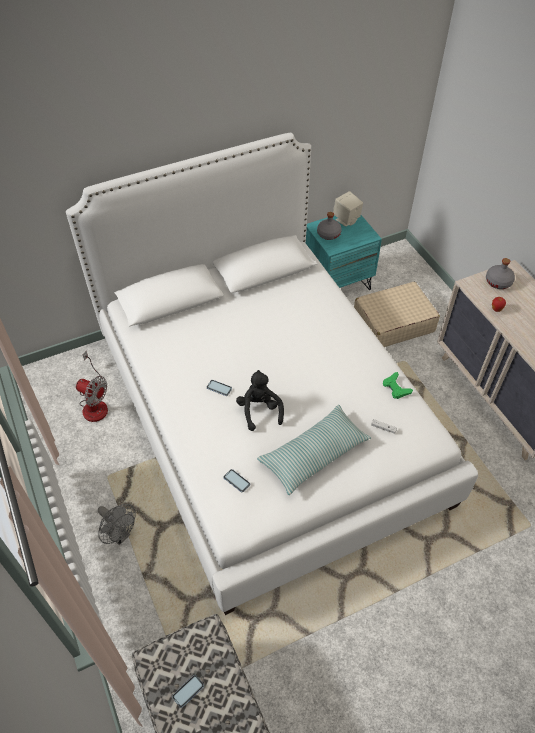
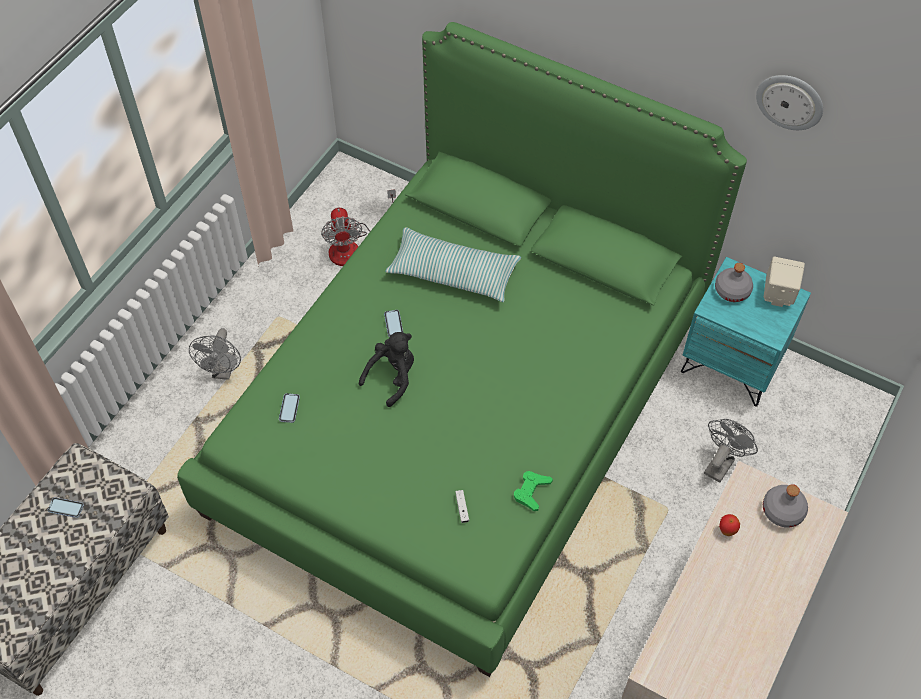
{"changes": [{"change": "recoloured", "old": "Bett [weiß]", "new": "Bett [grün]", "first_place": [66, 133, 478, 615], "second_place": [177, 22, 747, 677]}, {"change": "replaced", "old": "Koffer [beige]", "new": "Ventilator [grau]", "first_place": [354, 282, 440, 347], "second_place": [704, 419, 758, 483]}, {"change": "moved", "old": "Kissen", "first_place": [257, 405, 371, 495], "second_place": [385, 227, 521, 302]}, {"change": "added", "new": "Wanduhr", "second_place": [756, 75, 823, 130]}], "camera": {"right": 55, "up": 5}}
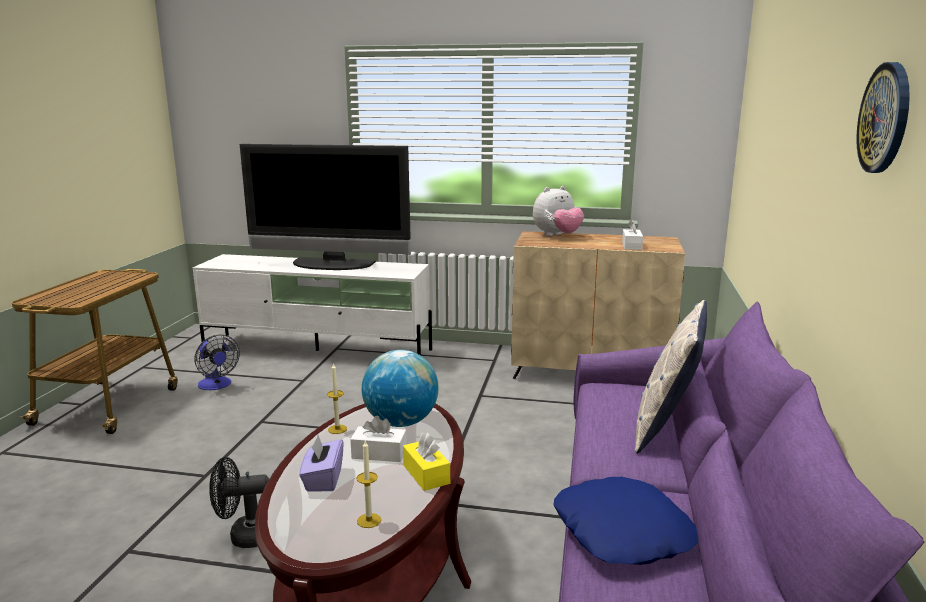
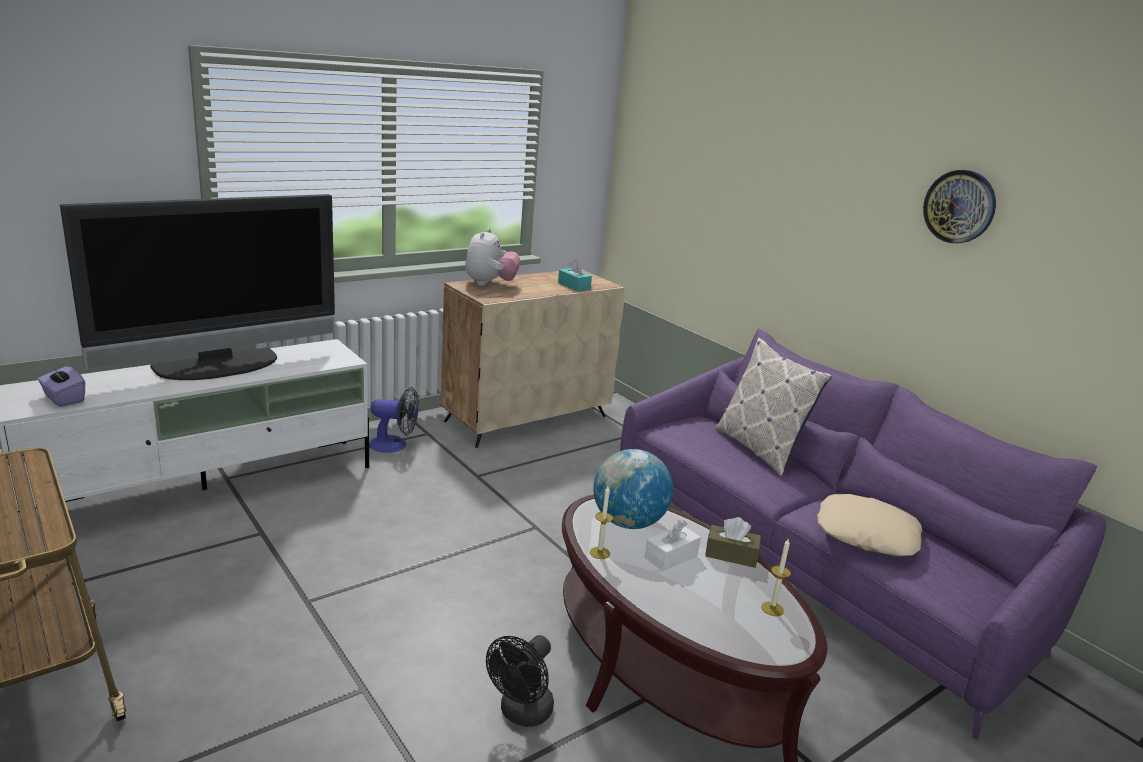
{"changes": [{"change": "recoloured", "old": "Taschentuchbox [weiß]", "new": "Taschentuchbox [türkis]", "first_place": [622, 219, 643, 250], "second_place": [558, 260, 592, 291]}, {"change": "moved", "old": "Ventilator", "first_place": [195, 334, 240, 390], "second_place": [369, 387, 419, 453]}, {"change": "recoloured", "old": "Taschentuchbox [gelb]", "new": "Taschentuchbox [braun]", "first_place": [403, 432, 450, 491], "second_place": [705, 517, 761, 568]}, {"change": "moved", "old": "Taschentuchbox [lila]", "first_place": [299, 435, 344, 491], "second_place": [38, 366, 85, 407]}, {"change": "recoloured", "old": "Kissen [blau]", "new": "Kissen [beige]", "first_place": [553, 477, 698, 565], "second_place": [817, 494, 922, 556]}], "camera": {"right": -50, "up": 5}}
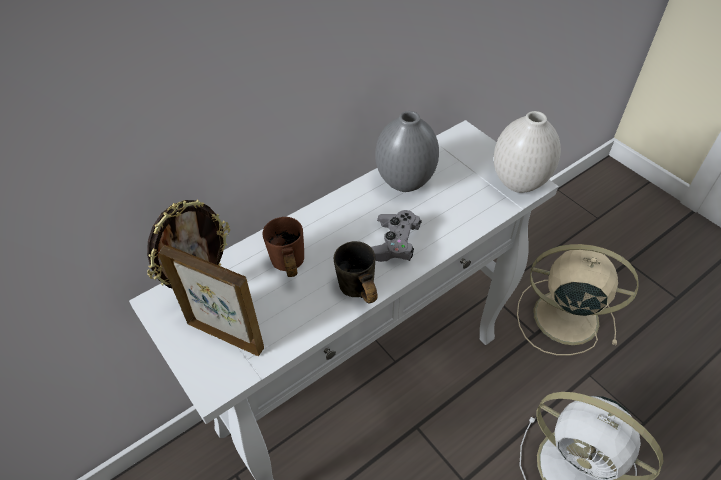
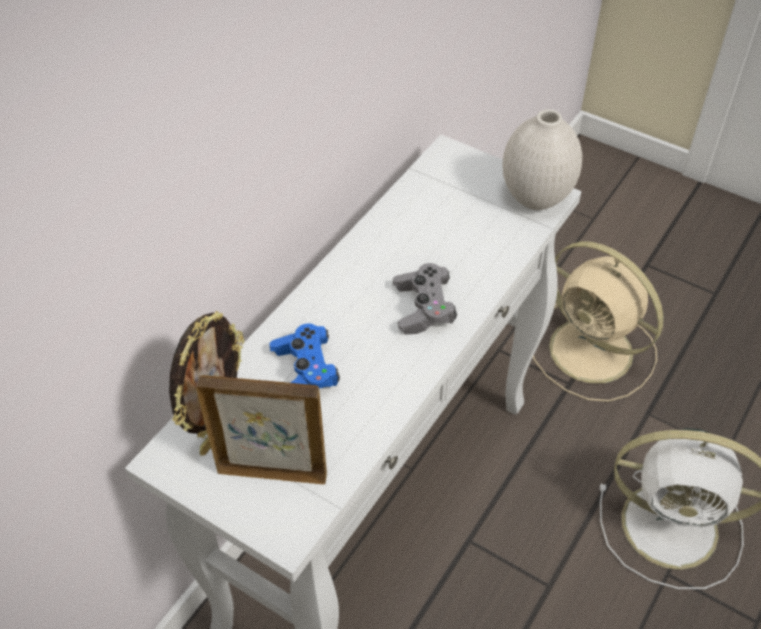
{"changes": [{"change": "removed", "old": "Vase [grau]", "first_place": [375, 111, 439, 192]}, {"change": "replaced", "old": "Henkelbecher [braun]", "new": "Gamepad [blau]", "first_place": [263, 217, 304, 277], "second_place": [270, 323, 340, 388]}, {"change": "removed", "old": "Henkelbecher [grau]", "first_place": [334, 241, 378, 303]}, {"change": "turned", "old": "Ventilator [beige]", "first_place": [517, 244, 639, 356], "second_place": [533, 242, 664, 402], "degrees": -135}], "camera": {"right": -20, "up": 0}}
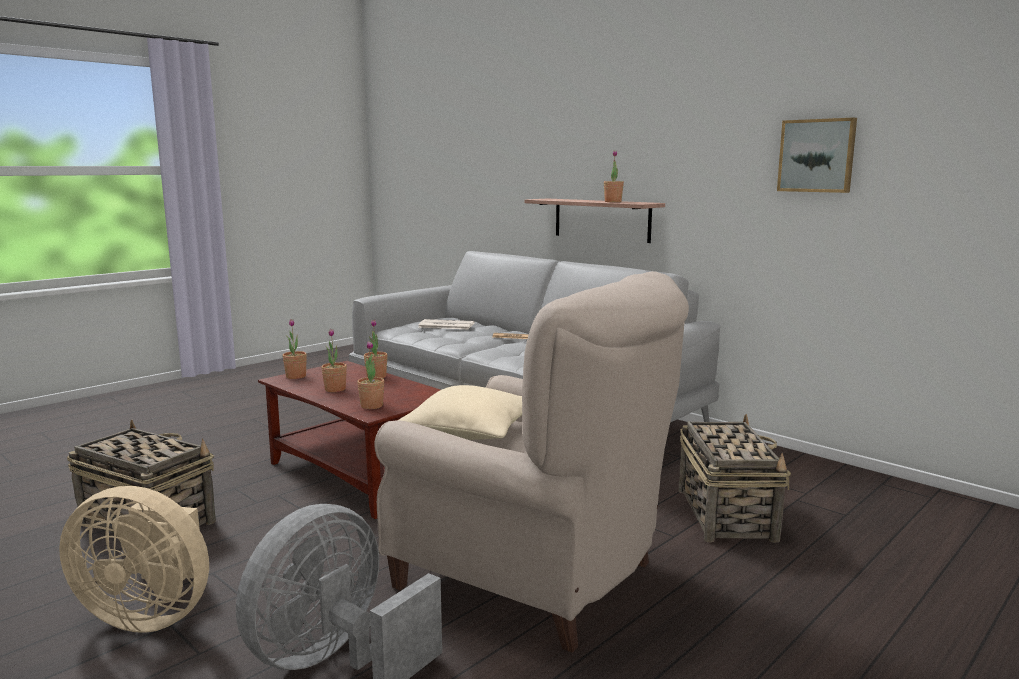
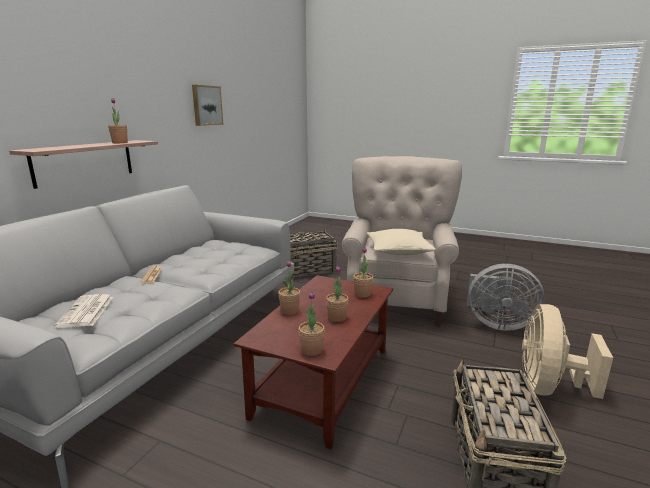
{"changes": [{"change": "turned", "old": "Ventilator [beige]", "first_place": [59, 486, 209, 633], "second_place": [522, 304, 613, 399], "degrees": -150}], "camera": {"right": -110, "up": 5}}
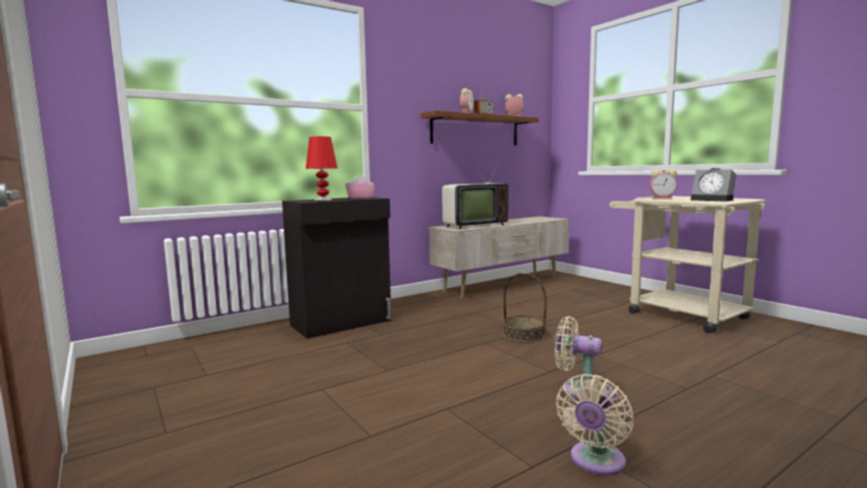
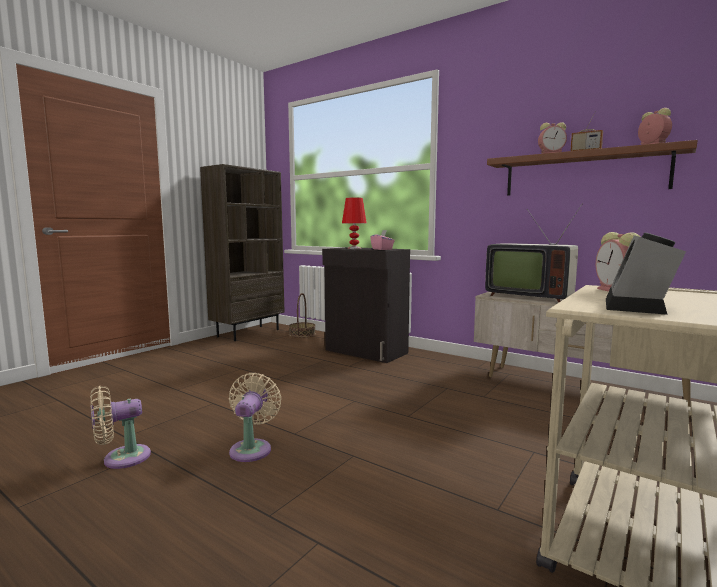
{"changes": [{"change": "moved", "old": "Korb", "first_place": [503, 273, 547, 343], "second_place": [289, 293, 316, 338]}, {"change": "turned", "old": "Ventilator [beige]", "first_place": [556, 374, 634, 476], "second_place": [90, 386, 151, 469], "degrees": -45}, {"change": "added", "new": "Bücherregal [braun]", "second_place": [200, 164, 285, 341]}], "camera": {"right": 70, "up": 0}}
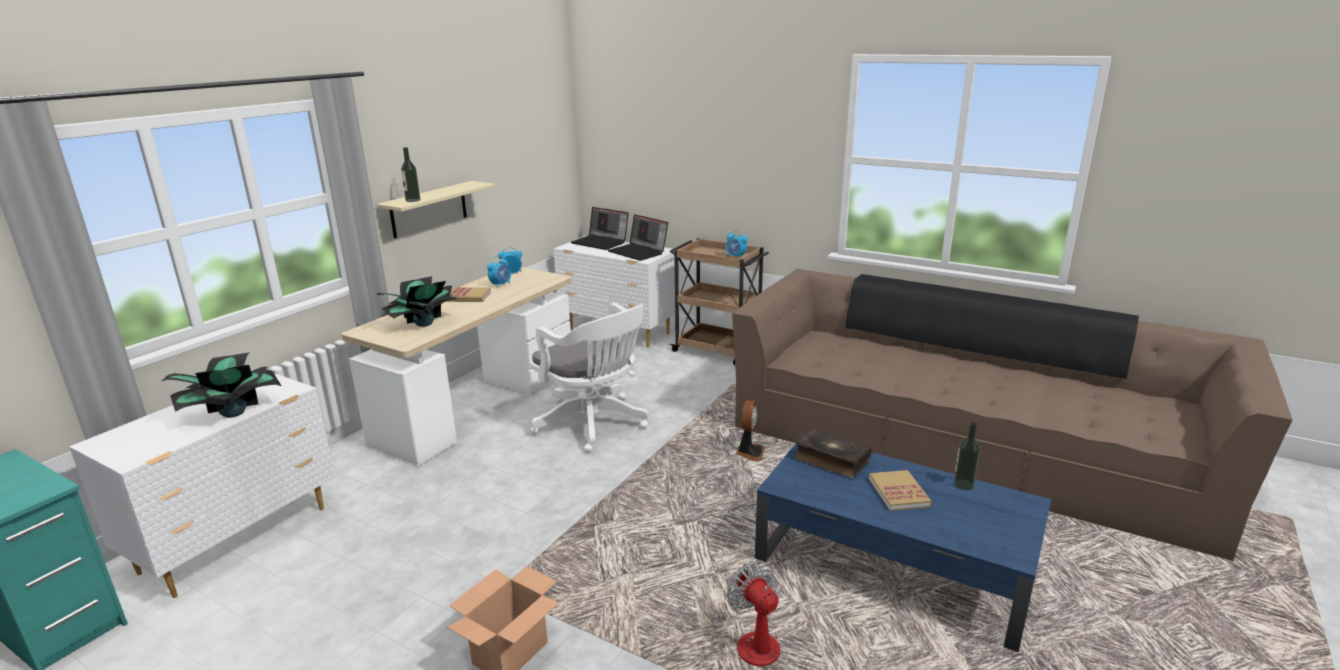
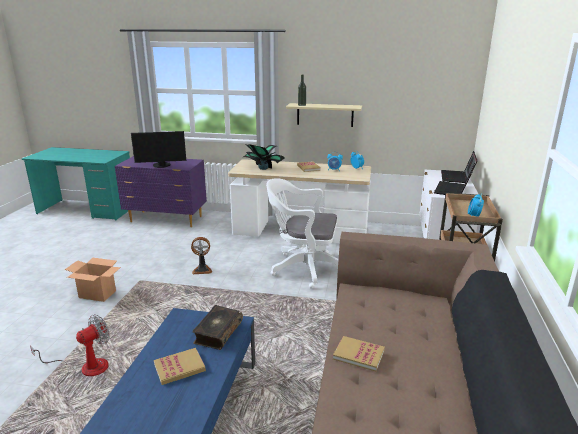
{"changes": [{"change": "turned", "old": "Bürostuhl [weiß]", "first_place": [530, 303, 648, 452], "second_place": [266, 178, 339, 289], "degrees": 75}, {"change": "replaced", "old": "Topfpflanze", "new": "Monitor", "first_place": [162, 352, 281, 418], "second_place": [131, 131, 186, 168]}, {"change": "recoloured", "old": "Kommode [weiß]", "new": "Kommode [lila]", "first_place": [69, 373, 336, 598], "second_place": [115, 156, 207, 227]}, {"change": "moved", "old": "Ventilator", "first_place": [736, 400, 765, 461], "second_place": [191, 237, 212, 274]}, {"change": "removed", "old": "Flasche", "first_place": [954, 422, 980, 490]}, {"change": "added", "new": "Buch", "second_place": [333, 336, 385, 372]}], "camera": {"right": 70, "up": 0}}
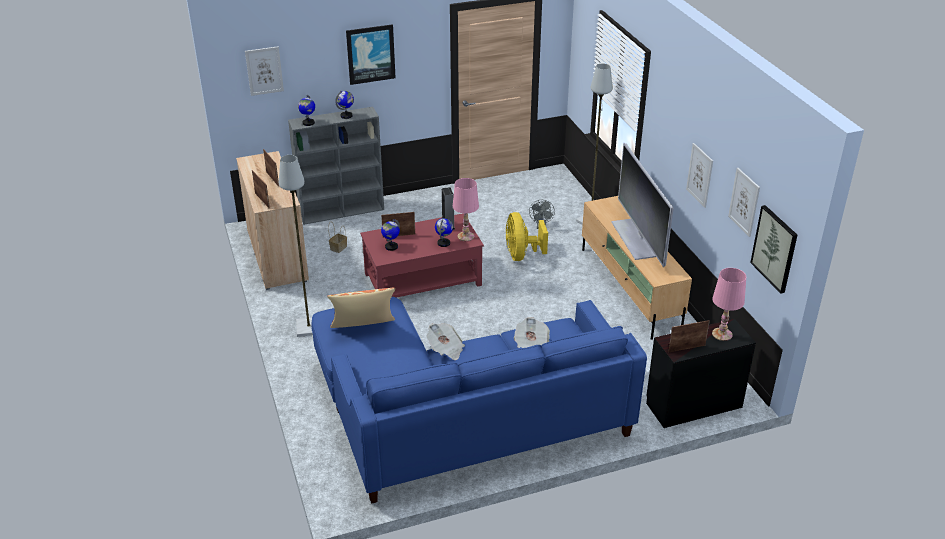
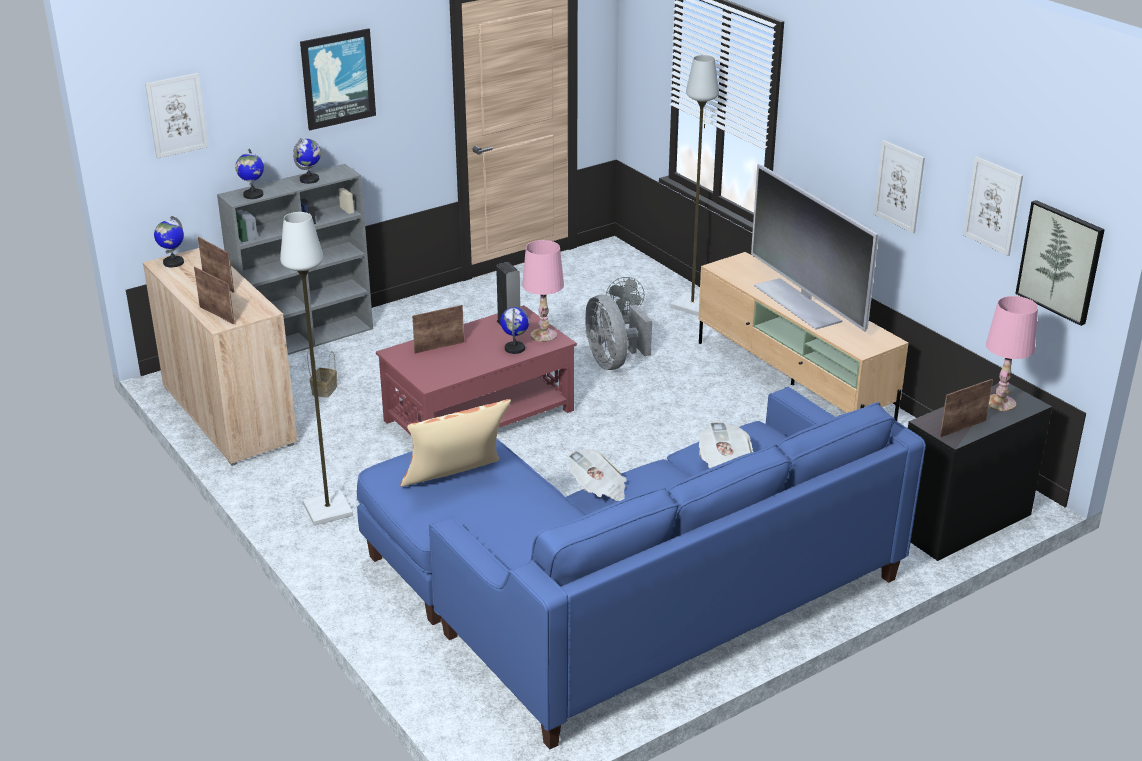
{"changes": [{"change": "recoloured", "old": "Ventilator [gelb]", "new": "Ventilator [grau]", "first_place": [506, 212, 548, 261], "second_place": [585, 295, 652, 370]}, {"change": "moved", "old": "Globus", "first_place": [381, 219, 400, 251], "second_place": [154, 216, 184, 267]}], "camera": {"right": -15, "up": -5}}
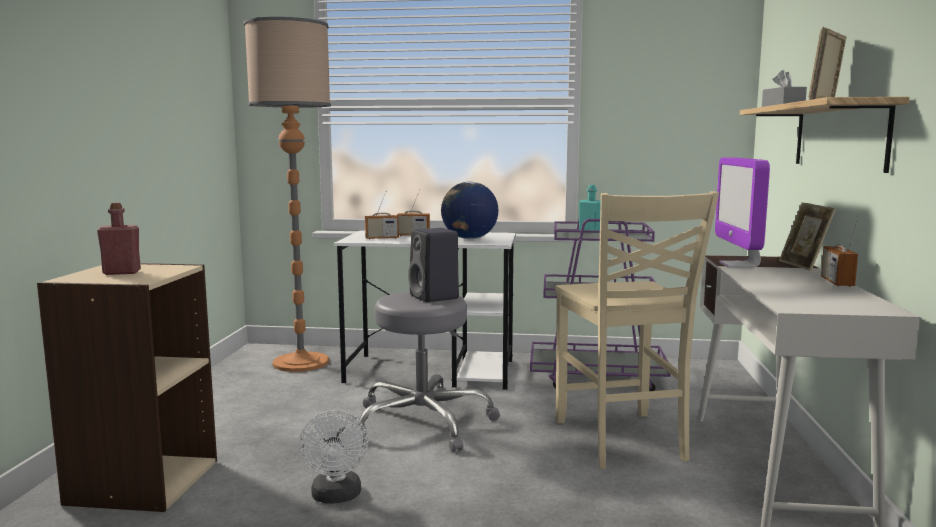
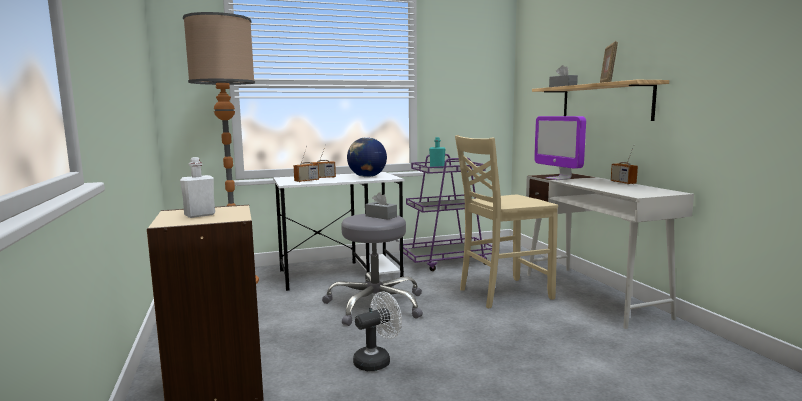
{"changes": [{"change": "turned", "old": "Stuhl [beige]", "first_place": [555, 191, 719, 469], "second_place": [455, 135, 558, 309], "degrees": 105}, {"change": "removed", "old": "Bilderrahmen", "first_place": [779, 202, 836, 271]}, {"change": "recoloured", "old": "Flasche [rot]", "new": "Flasche [weiß]", "first_place": [97, 203, 141, 275], "second_place": [180, 157, 215, 218]}, {"change": "replaced", "old": "Lautsprecher [schwarz]", "new": "Taschentuchbox [grau]", "first_place": [408, 228, 459, 302], "second_place": [365, 192, 397, 220]}, {"change": "turned", "old": "Ventilator [weiß]", "first_place": [299, 410, 368, 504], "second_place": [353, 292, 402, 371], "degrees": -90}], "camera": {"right": -25, "up": 0}}
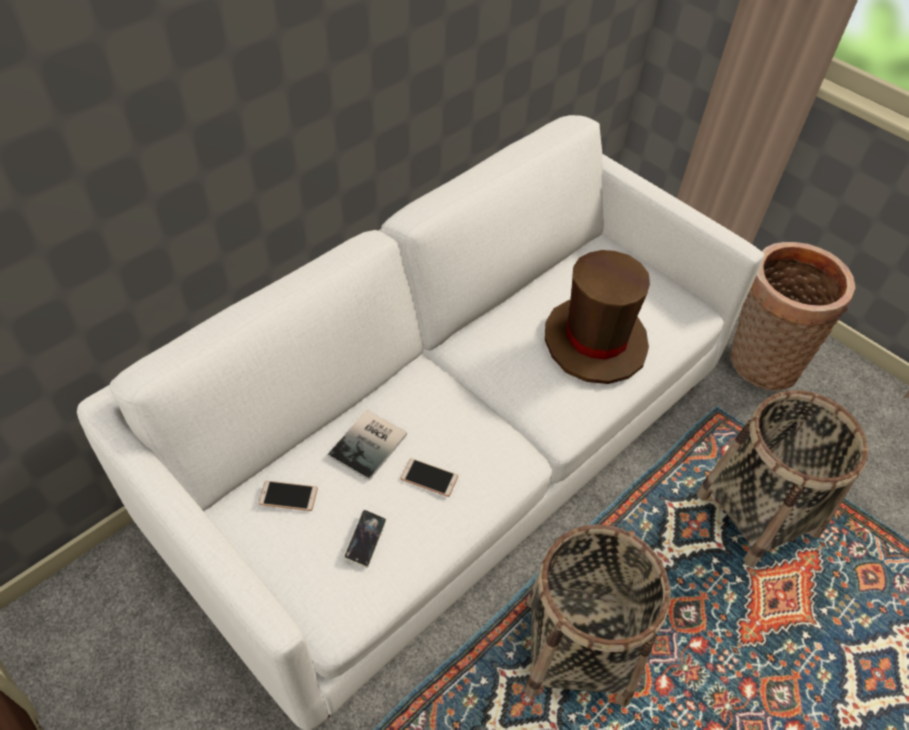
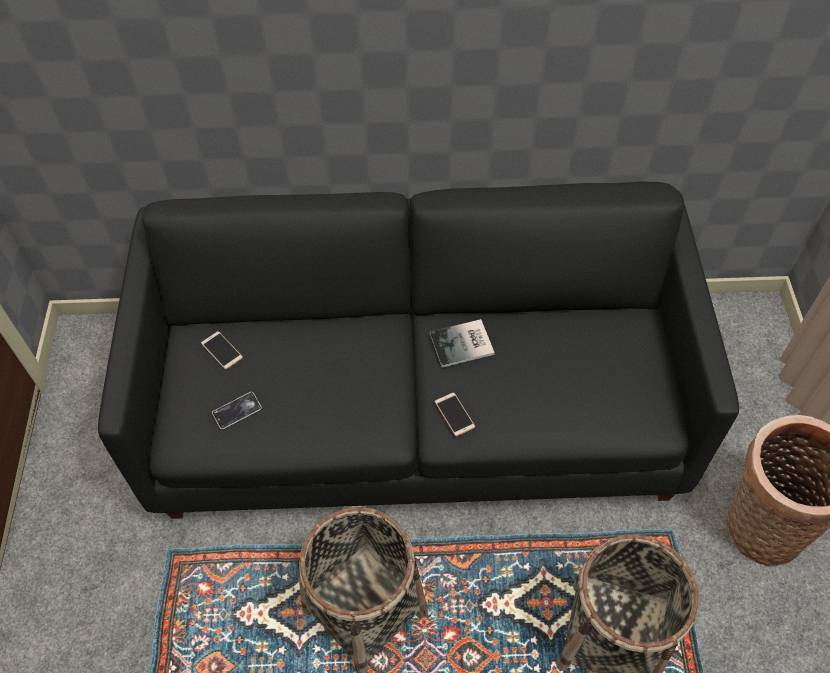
{"changes": [{"change": "recoloured", "old": "Sofa [weiß]", "new": "Sofa [schwarz]", "first_place": [77, 115, 764, 730], "second_place": [98, 182, 739, 519]}, {"change": "removed", "old": "Hut [braun]", "first_place": [545, 250, 650, 384]}, {"change": "moved", "old": "Buch", "first_place": [327, 410, 407, 481], "second_place": [430, 319, 495, 368]}, {"change": "moved", "old": "Handy", "first_place": [400, 458, 458, 497], "second_place": [435, 392, 475, 437]}], "camera": {"right": 45, "up": 5}}
